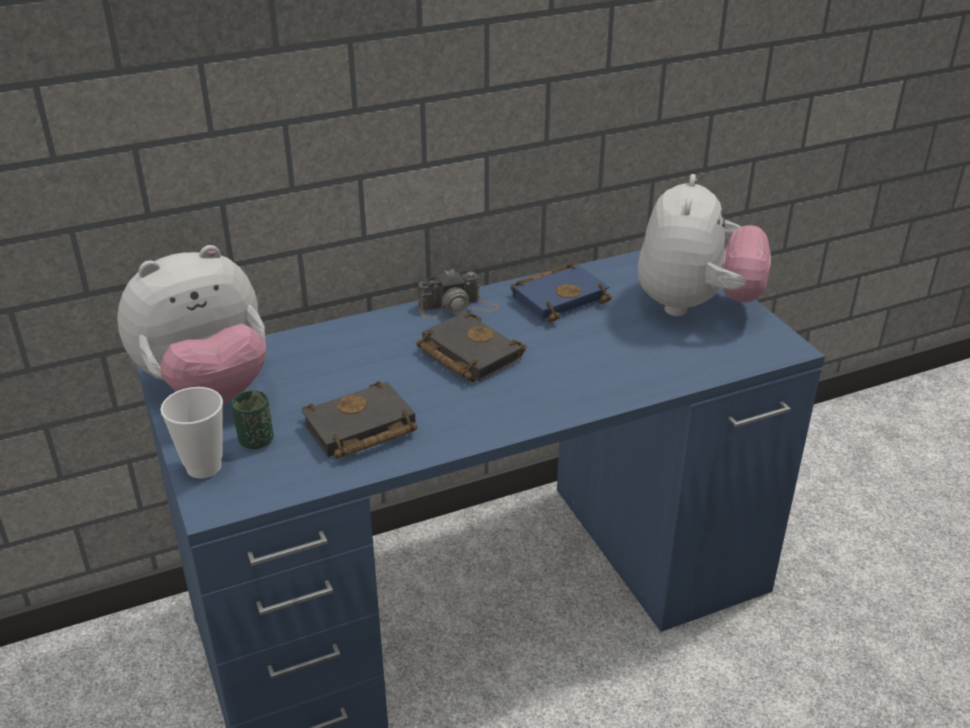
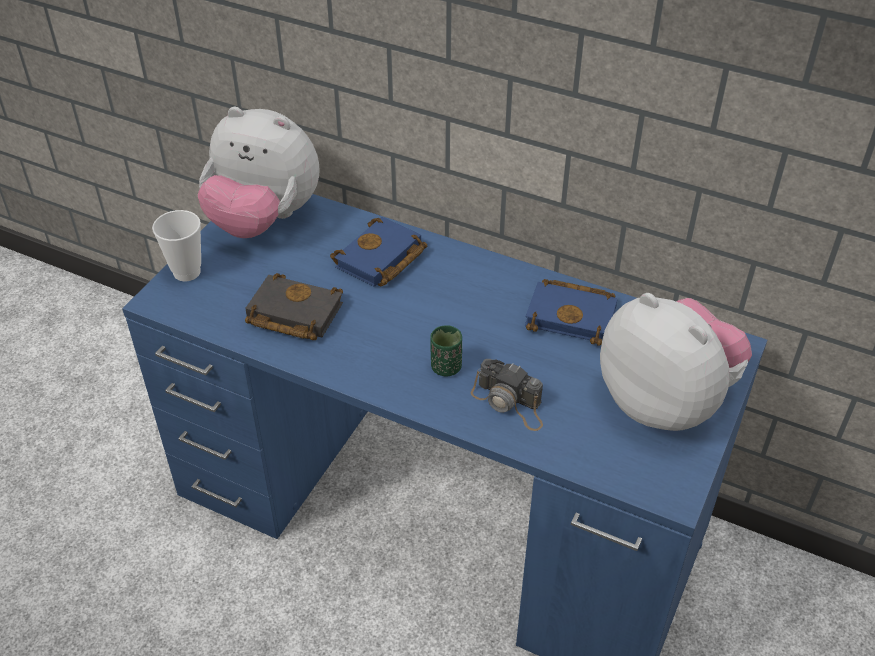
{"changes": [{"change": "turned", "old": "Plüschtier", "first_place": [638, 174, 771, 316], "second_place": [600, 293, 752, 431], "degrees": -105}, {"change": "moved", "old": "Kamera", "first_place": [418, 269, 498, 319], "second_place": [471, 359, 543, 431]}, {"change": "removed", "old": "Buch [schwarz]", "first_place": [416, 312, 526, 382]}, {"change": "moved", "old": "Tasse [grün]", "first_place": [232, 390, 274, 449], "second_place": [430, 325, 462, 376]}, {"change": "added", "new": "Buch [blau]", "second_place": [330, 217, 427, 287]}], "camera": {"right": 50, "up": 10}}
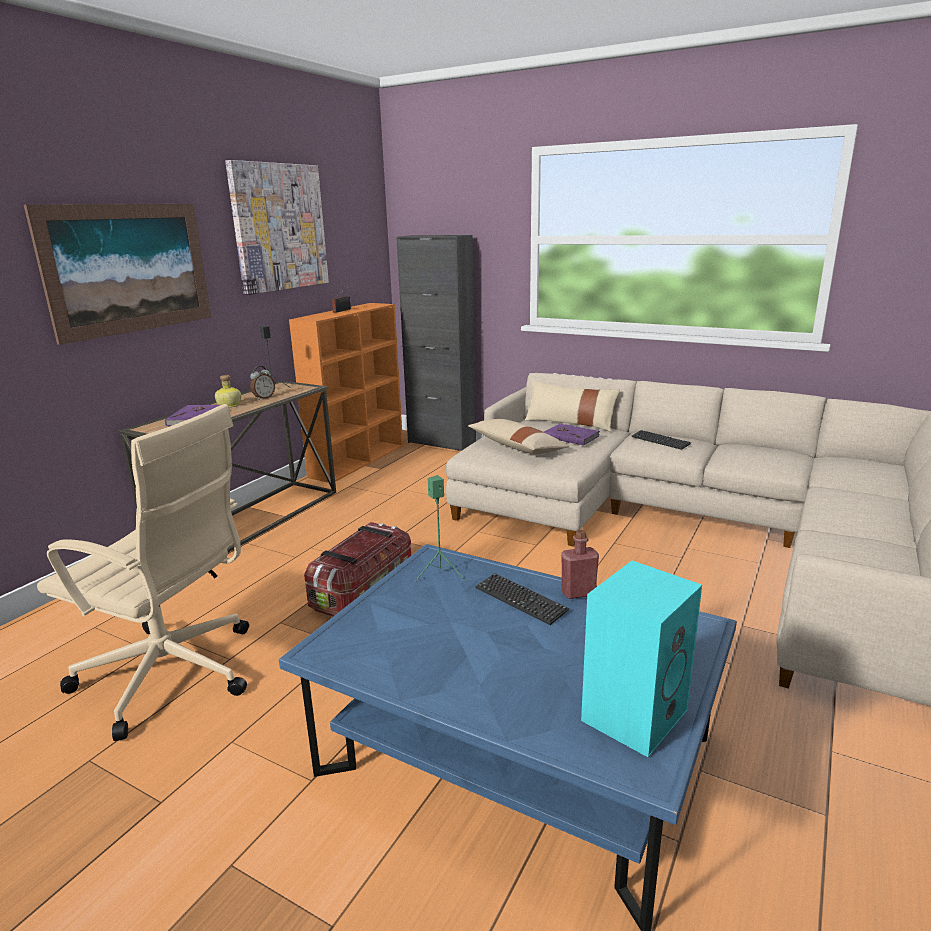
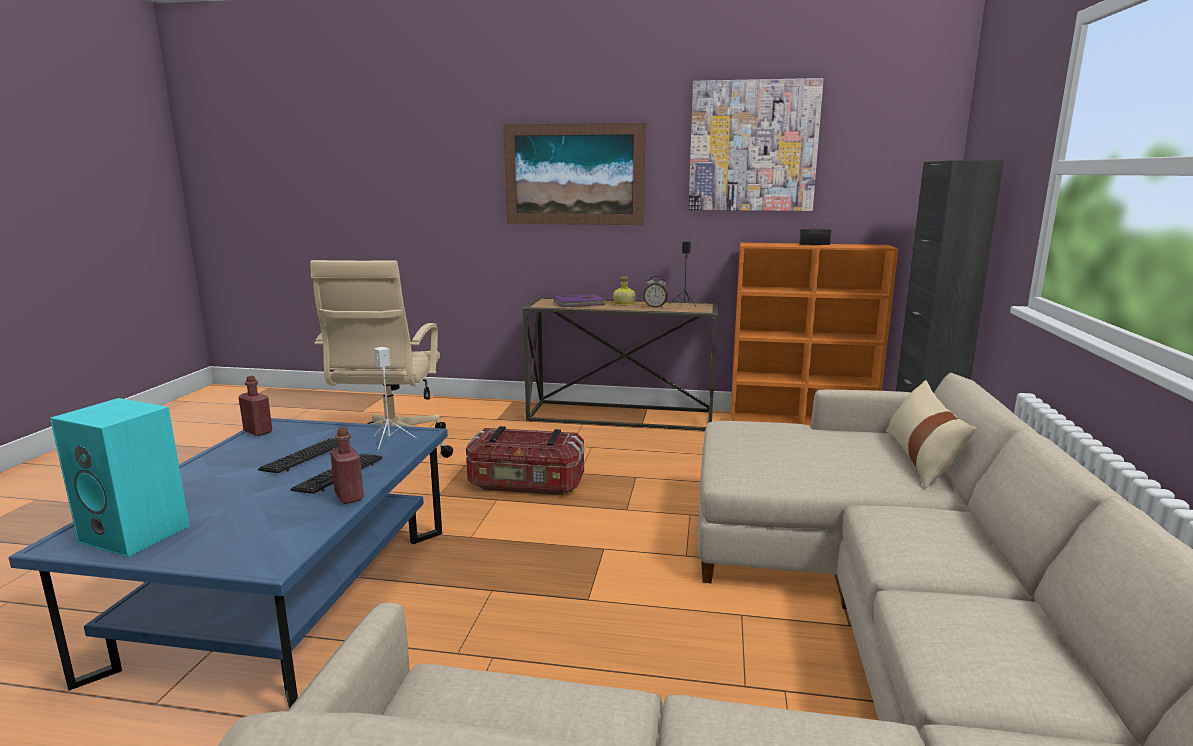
{"changes": [{"change": "removed", "old": "Kissen [beige]", "first_place": [468, 419, 569, 454]}, {"change": "removed", "old": "Buch [lila]", "first_place": [544, 424, 599, 445]}, {"change": "moved", "old": "Tastatur", "first_place": [631, 430, 691, 450], "second_place": [258, 438, 338, 473]}, {"change": "recoloured", "old": "Lautsprecher [grün]", "new": "Lautsprecher [weiß]", "first_place": [415, 475, 465, 582], "second_place": [374, 347, 417, 451]}, {"change": "added", "new": "Flasche [rot]", "second_place": [238, 376, 272, 436]}], "camera": {"right": 70, "up": -5}}
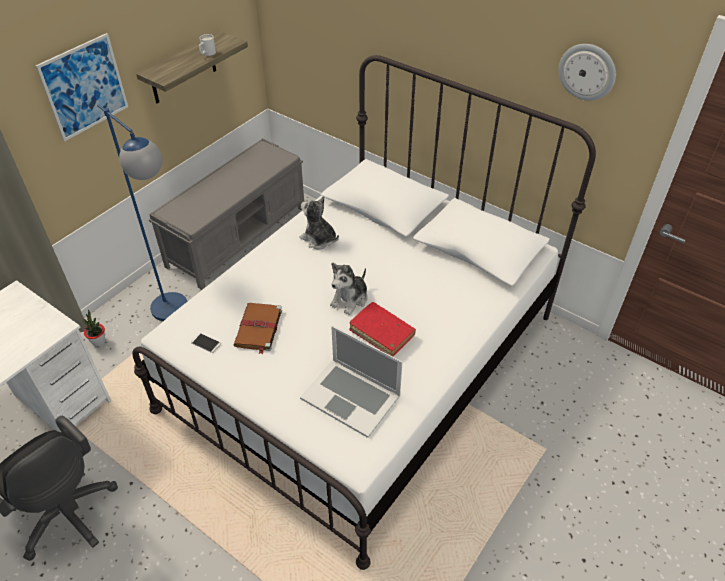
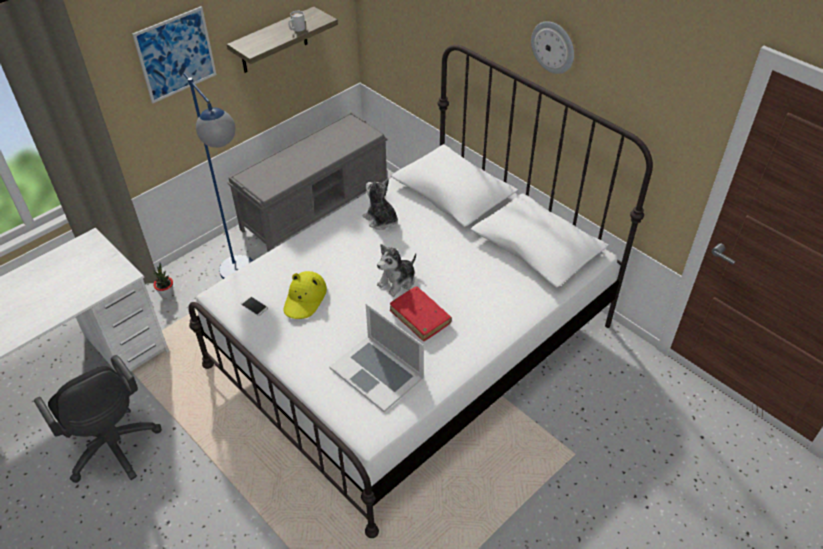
{"changes": [{"change": "moved", "old": "Wanduhr", "first_place": [559, 44, 616, 101], "second_place": [531, 21, 574, 74]}, {"change": "replaced", "old": "Buch [braun]", "new": "Hut [gelb]", "first_place": [233, 303, 282, 355], "second_place": [283, 271, 327, 319]}], "camera": {"right": 10, "up": 0}}
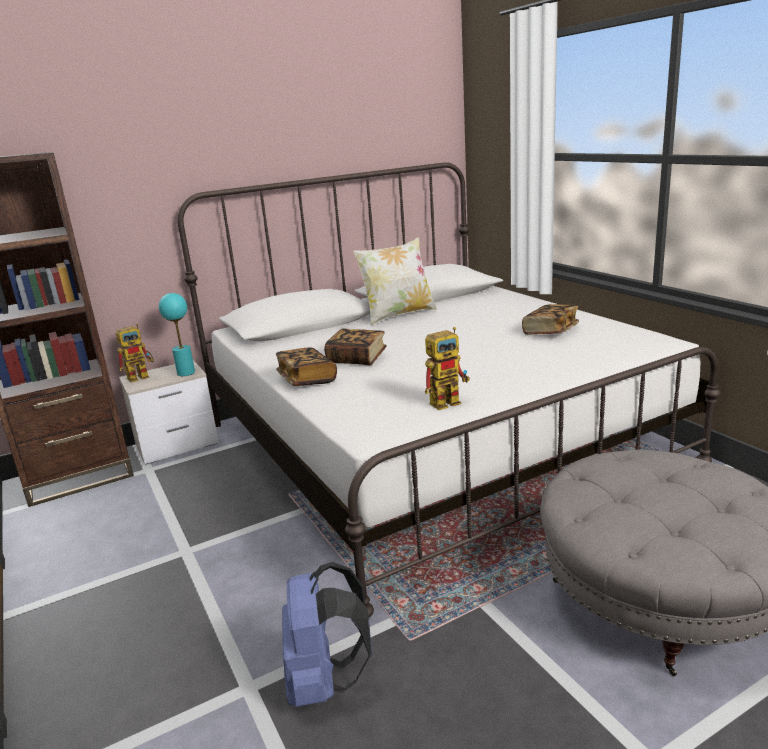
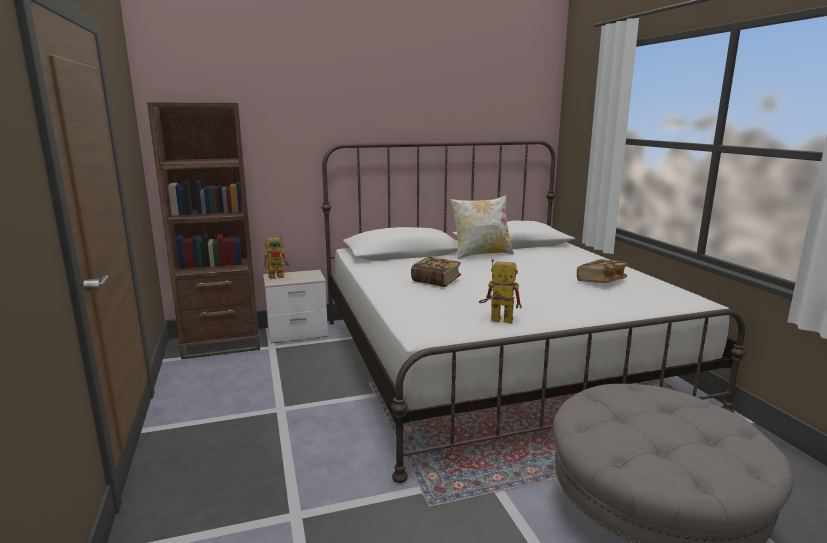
{"changes": [{"change": "removed", "old": "Tischlampe [türkis]", "first_place": [159, 293, 195, 376]}, {"change": "turned", "old": "Spielzeugroboter", "first_place": [425, 327, 470, 410], "second_place": [479, 259, 522, 324], "degrees": -150}, {"change": "removed", "old": "Buch", "first_place": [276, 347, 337, 386]}, {"change": "removed", "old": "Rucksack [blau]", "first_place": [282, 562, 372, 707]}], "camera": {"right": 10, "up": -5}}
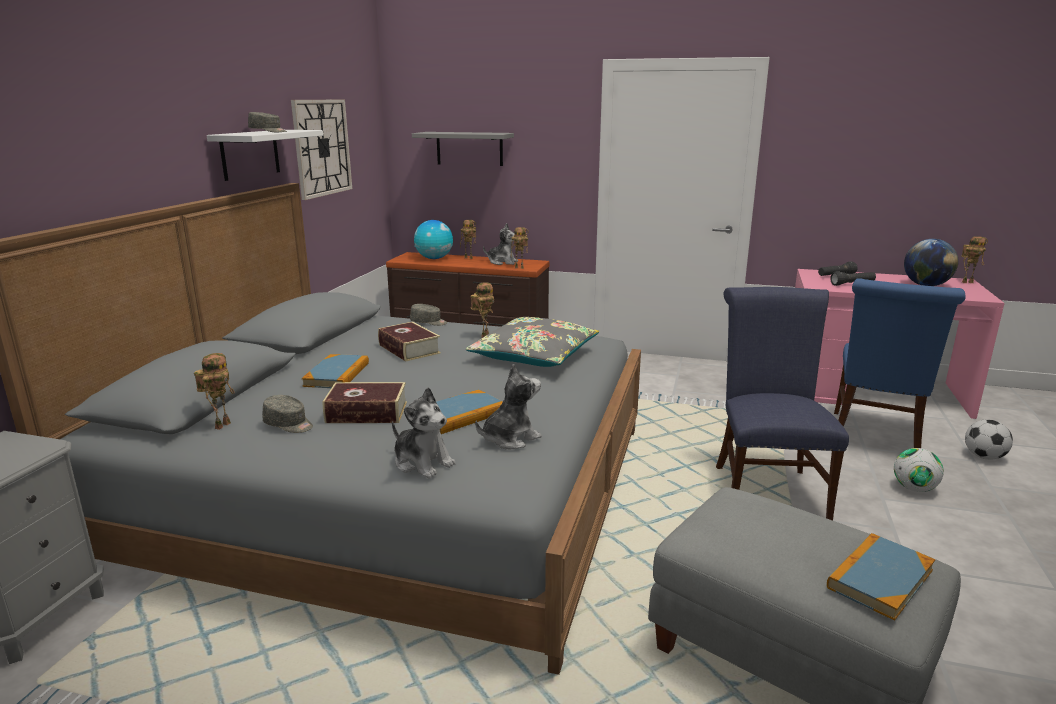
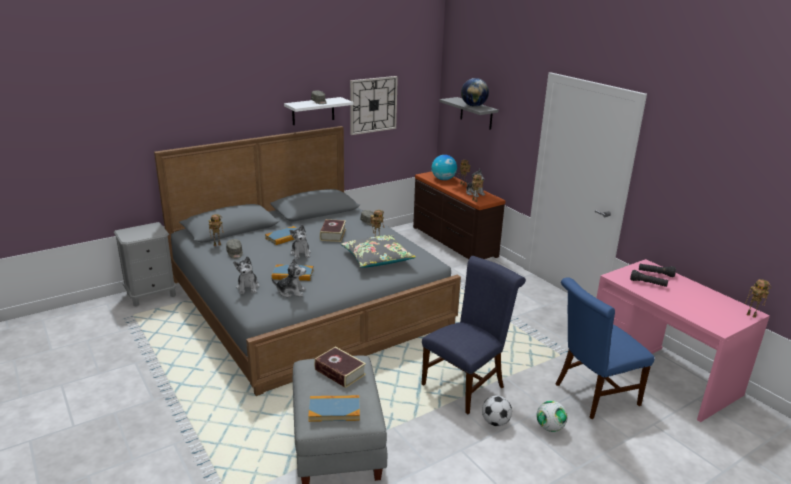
{"changes": [{"change": "moved", "old": "Globus", "first_place": [904, 239, 959, 286], "second_place": [461, 78, 489, 107]}, {"change": "moved", "old": "Buch", "first_place": [322, 382, 407, 423], "second_place": [314, 347, 366, 388]}, {"change": "moved", "old": "Fußball", "first_place": [965, 419, 1013, 460], "second_place": [482, 395, 512, 426]}, {"change": "added", "new": "Plüschtier", "second_place": [289, 225, 311, 259]}], "camera": {"right": 40, "up": 5}}
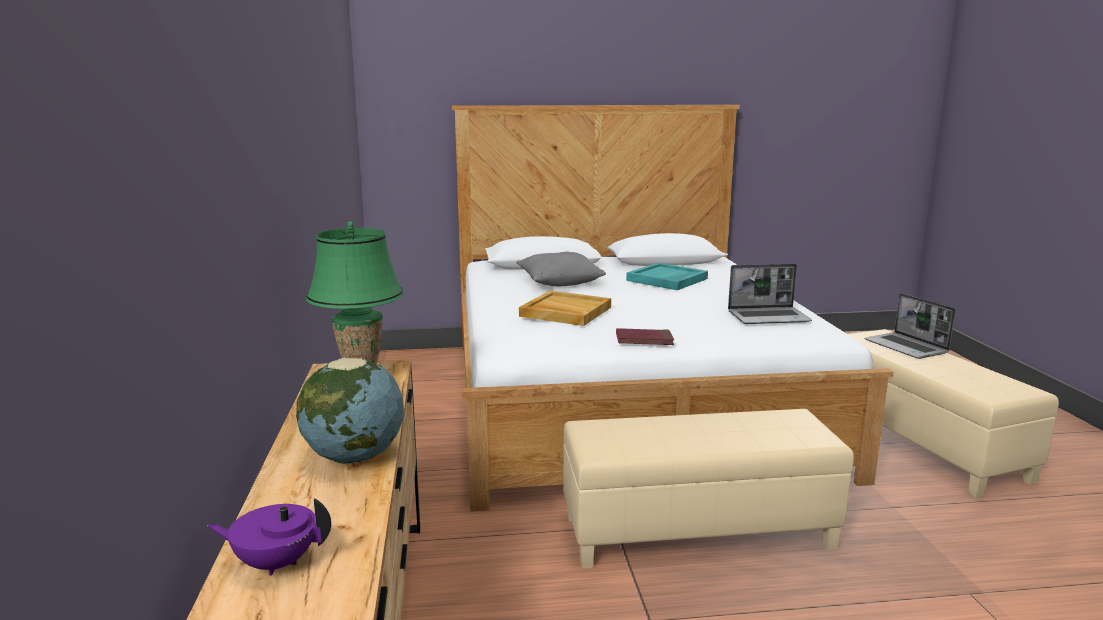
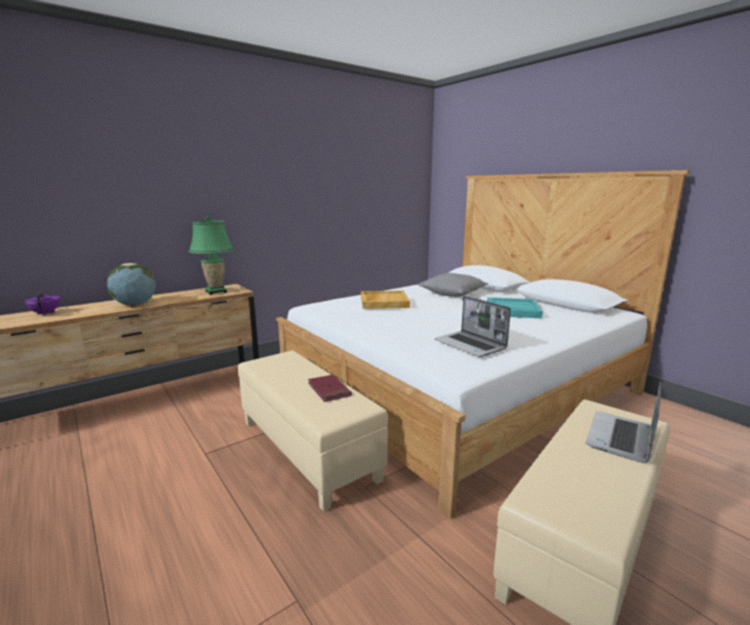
{"changes": [{"change": "moved", "old": "Buch [rot]", "first_place": [616, 328, 674, 345], "second_place": [308, 375, 352, 402]}], "camera": {"right": 60, "up": 0}}
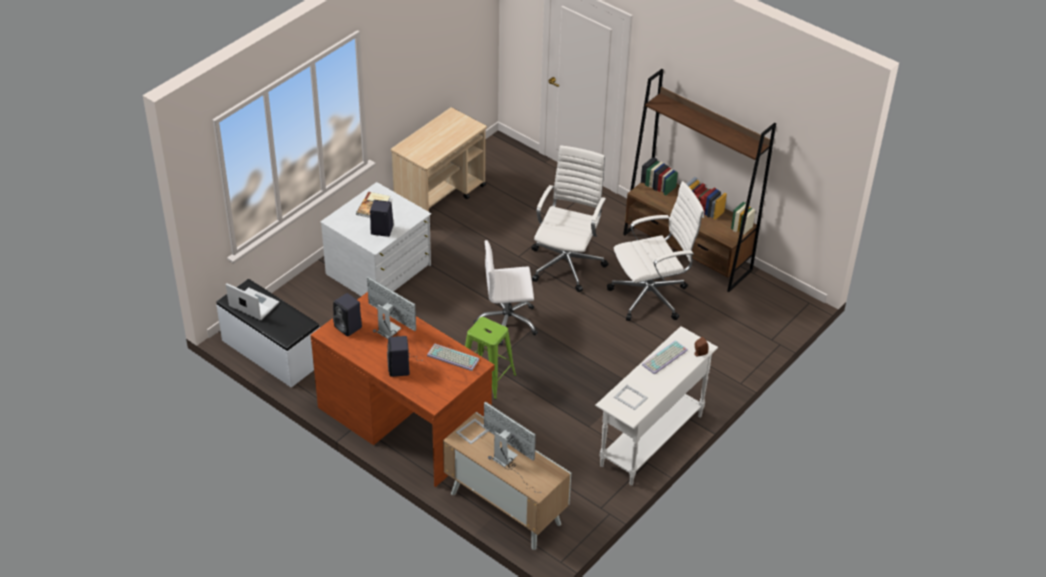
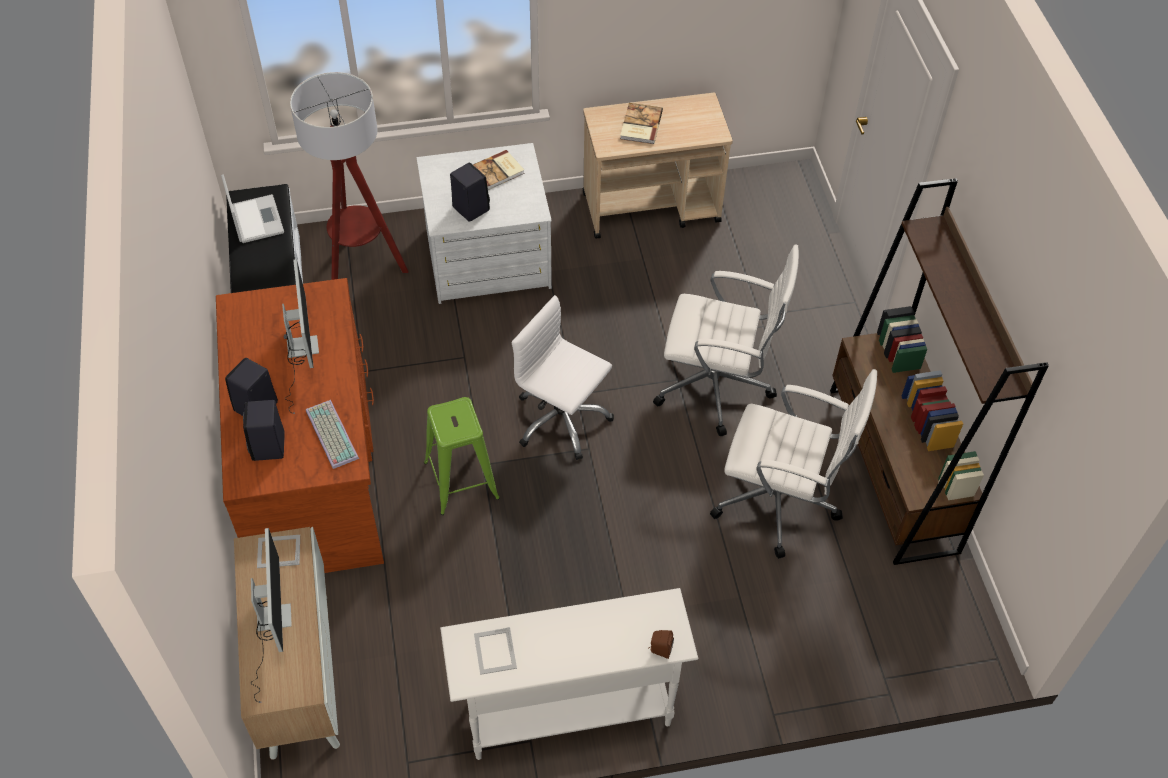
{"changes": [{"change": "turned", "old": "Bürostuhl [weiß]", "first_place": [531, 145, 608, 292], "second_place": [653, 244, 799, 437], "degrees": 45}, {"change": "moved", "old": "Lautsprecher [schwarz]", "first_place": [333, 293, 362, 337], "second_place": [243, 400, 285, 461]}, {"change": "removed", "old": "Tastatur", "first_place": [642, 340, 688, 375]}, {"change": "added", "new": "Stehlampe", "second_place": [290, 72, 408, 280]}, {"change": "added", "new": "Buch", "second_place": [620, 103, 663, 144]}], "camera": {"right": 40, "up": 10}}
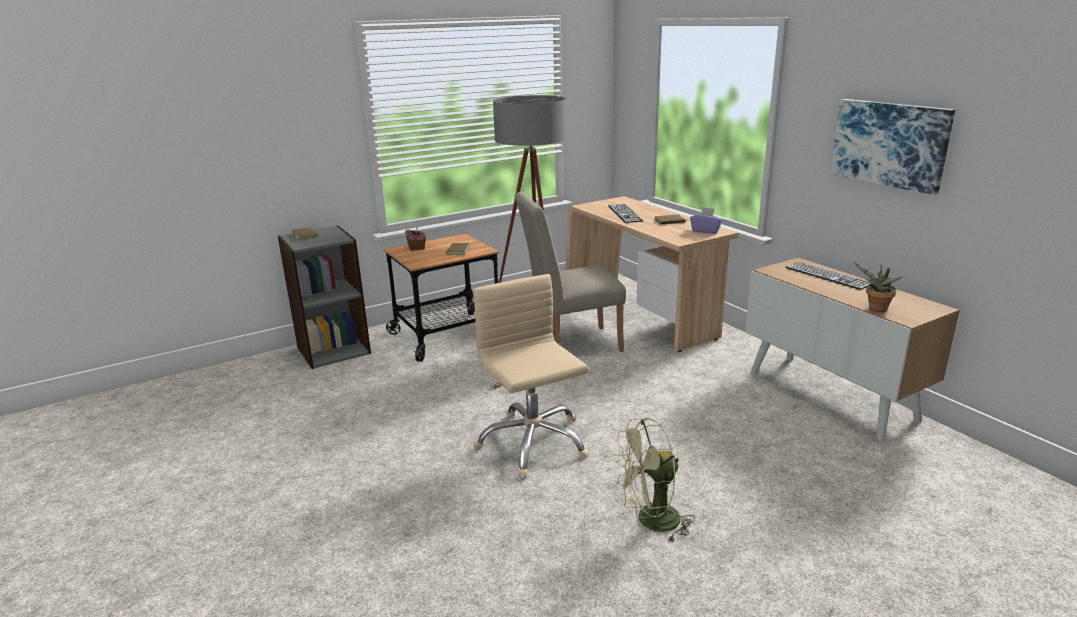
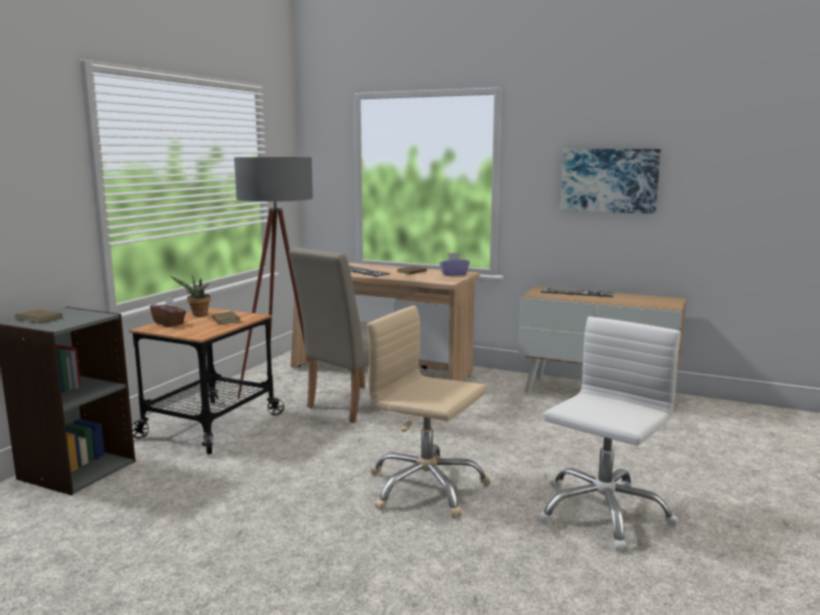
{"changes": [{"change": "moved", "old": "Topfpflanze", "first_place": [854, 262, 902, 312], "second_place": [170, 275, 211, 316]}, {"change": "replaced", "old": "Ventilator [grün]", "new": "Bürostuhl [weiß]", "first_place": [613, 418, 695, 542], "second_place": [538, 317, 681, 551]}], "camera": {"right": -35, "up": -10}}
